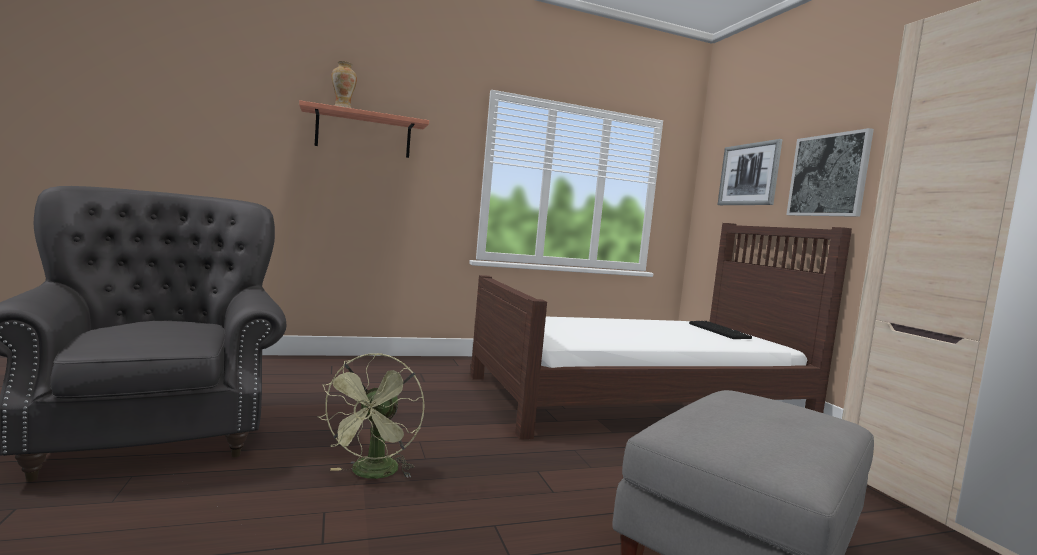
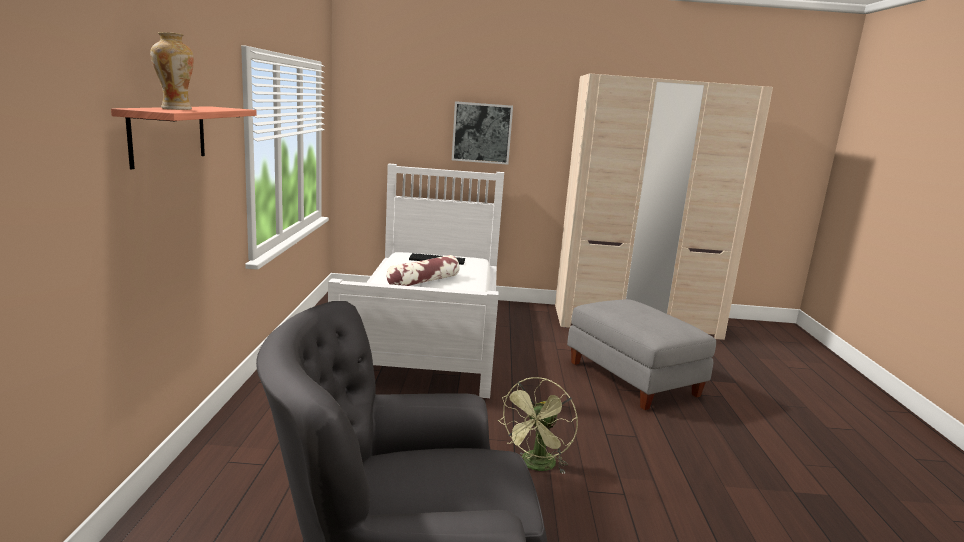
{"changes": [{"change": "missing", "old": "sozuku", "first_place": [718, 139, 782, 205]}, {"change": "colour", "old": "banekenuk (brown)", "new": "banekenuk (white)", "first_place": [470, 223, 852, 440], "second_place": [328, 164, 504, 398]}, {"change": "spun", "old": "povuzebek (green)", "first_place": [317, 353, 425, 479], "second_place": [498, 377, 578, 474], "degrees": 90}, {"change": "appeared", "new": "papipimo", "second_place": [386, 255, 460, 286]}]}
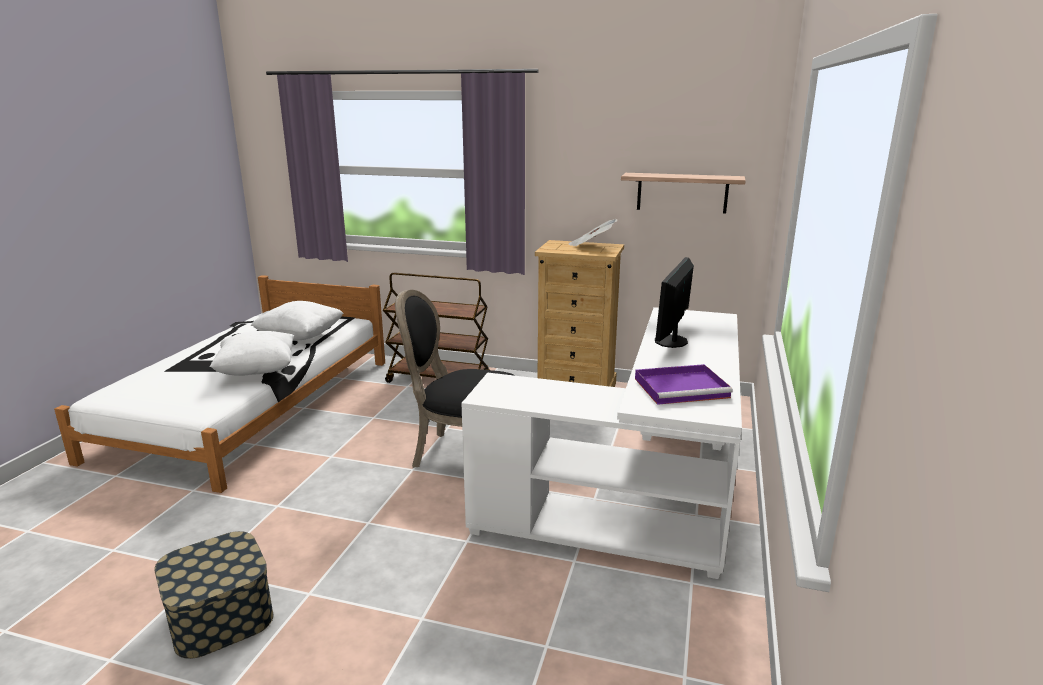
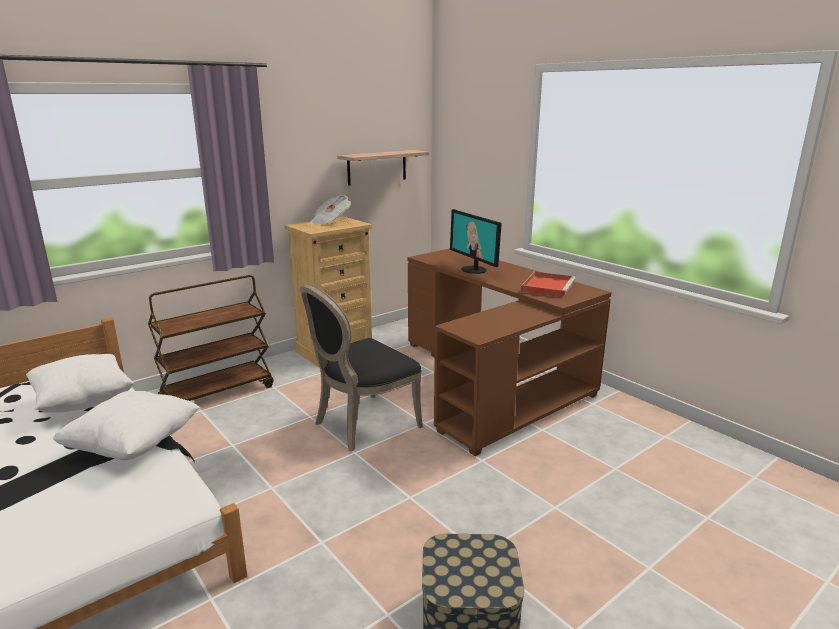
{"changes": [{"change": "colour", "old": "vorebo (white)", "new": "vorebo (brown)", "first_place": [461, 307, 742, 579], "second_place": [407, 249, 612, 456]}, {"change": "colour", "old": "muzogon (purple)", "new": "muzogon (red)", "first_place": [635, 364, 733, 405], "second_place": [520, 272, 575, 298]}]}
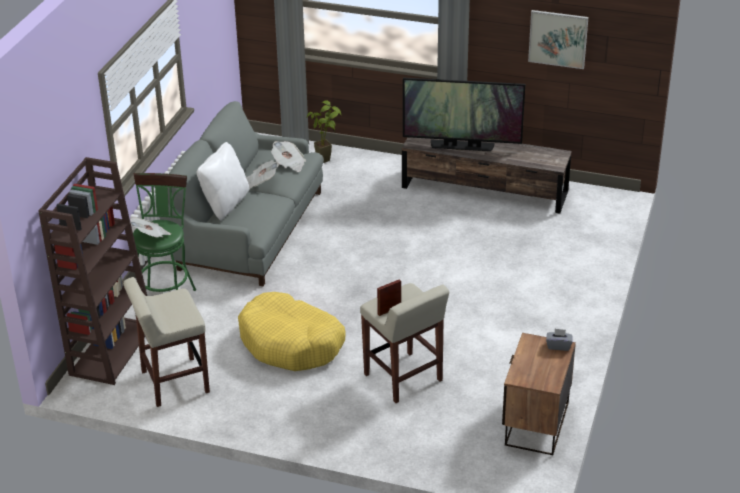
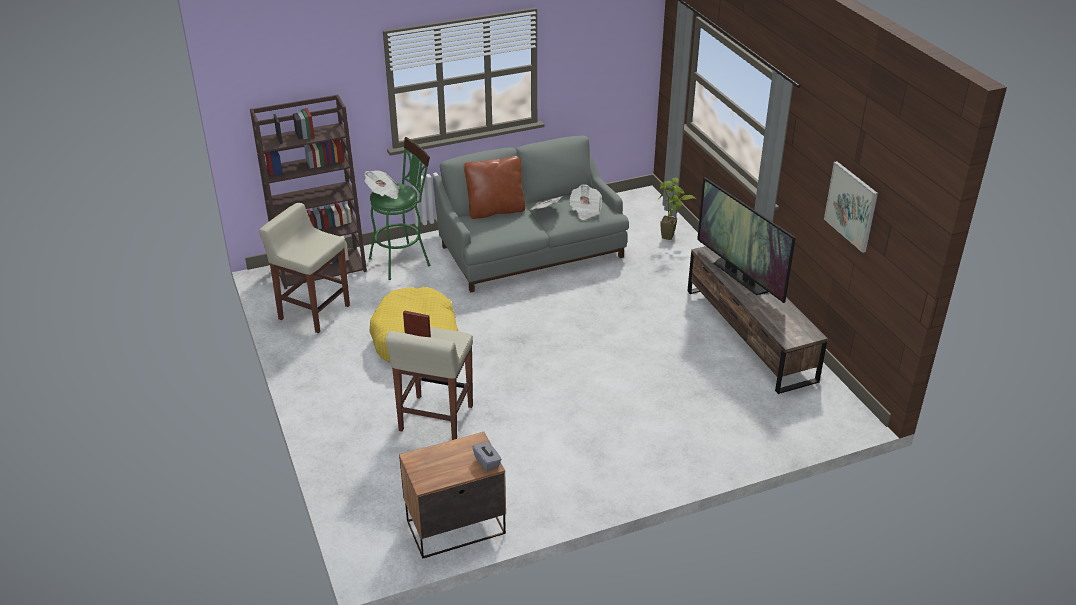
{"changes": [{"change": "colour", "old": "papipimo (white)", "new": "papipimo (brown)", "first_place": [197, 142, 249, 221], "second_place": [464, 156, 526, 219]}]}
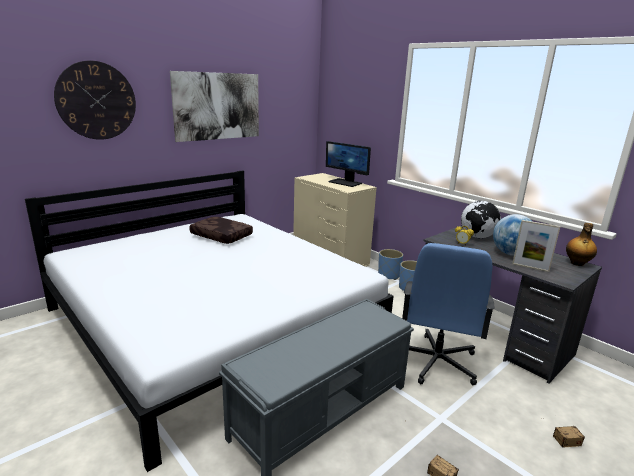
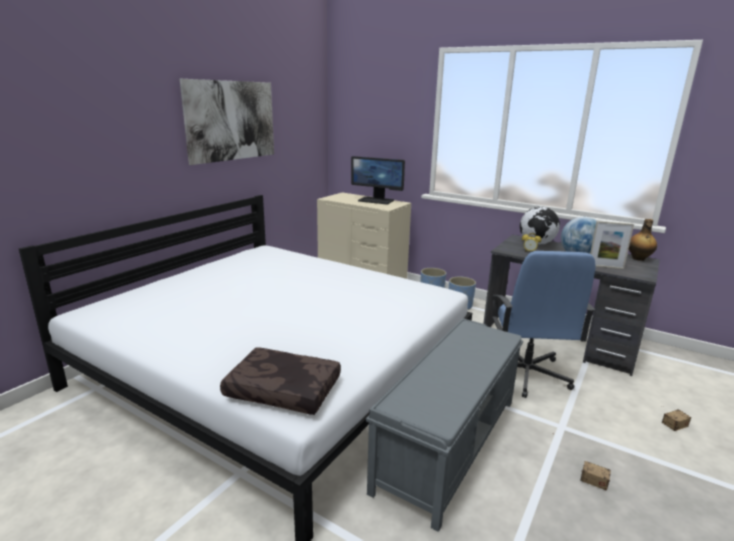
{"changes": [{"change": "missing", "old": "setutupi", "first_place": [54, 60, 136, 140]}, {"change": "relocated", "old": "papipimo (brown)", "first_place": [189, 217, 253, 244], "second_place": [220, 347, 341, 415]}]}
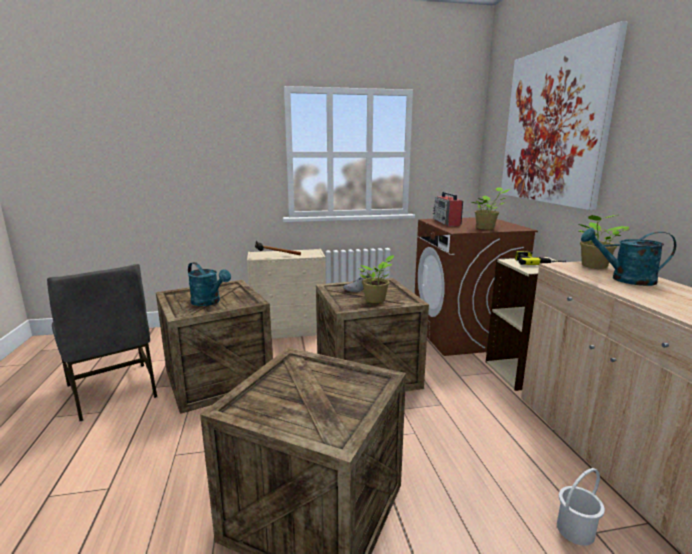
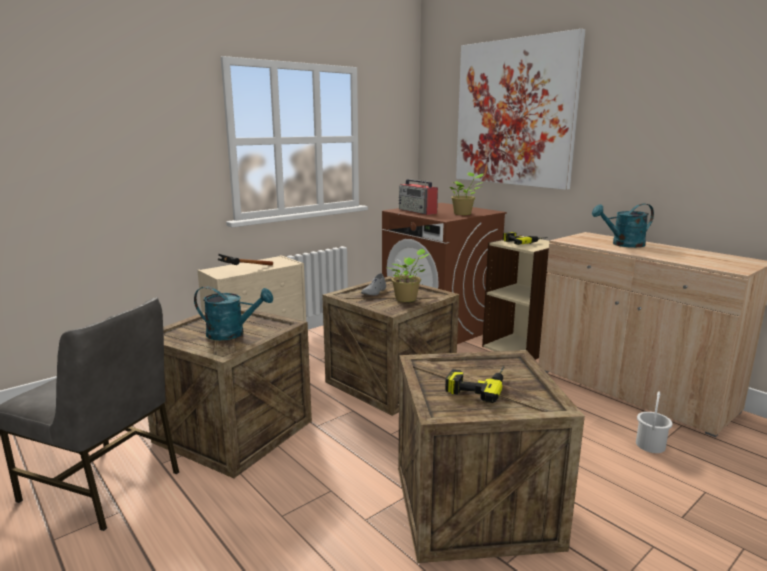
{"changes": [{"change": "missing", "old": "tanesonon", "first_place": [578, 215, 629, 269]}, {"change": "appeared", "new": "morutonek", "second_place": [445, 366, 504, 403]}]}
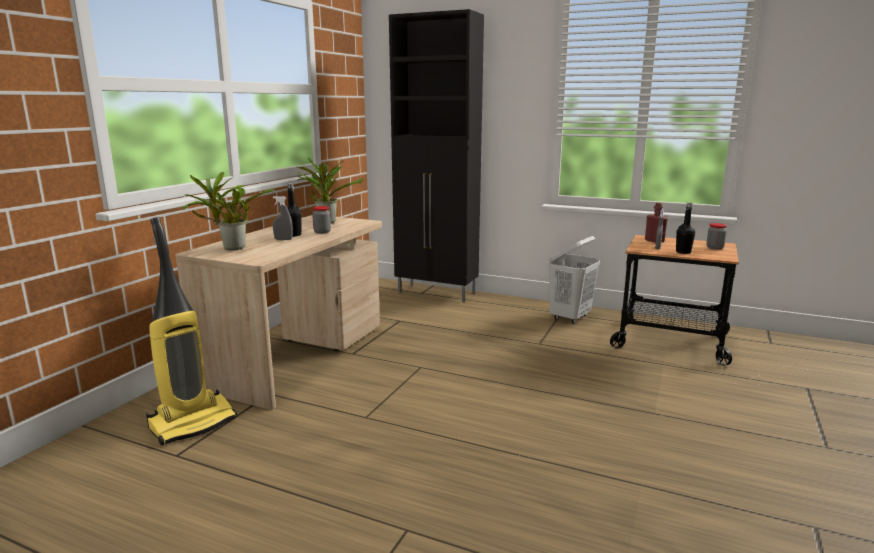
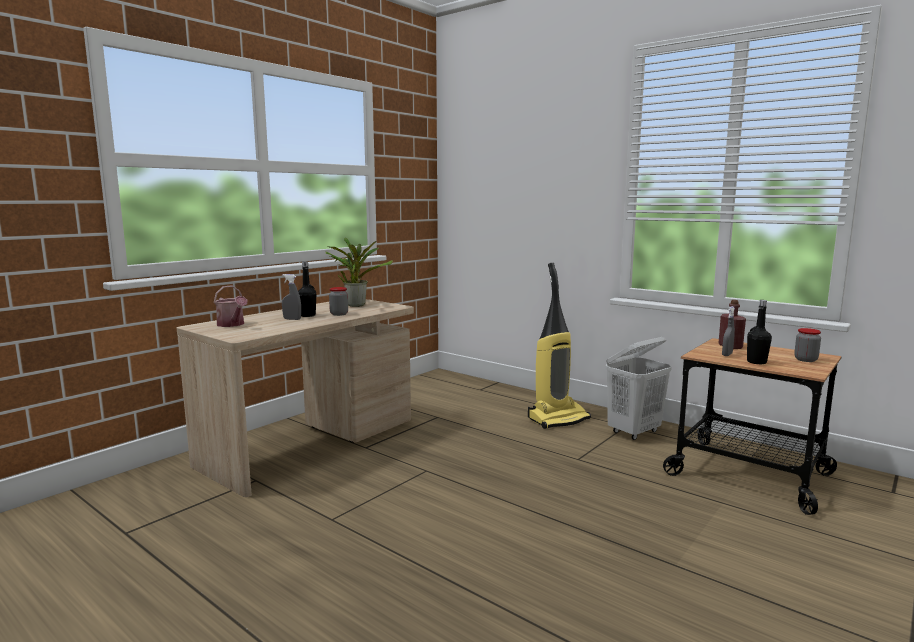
{"changes": [{"change": "missing", "old": "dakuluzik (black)", "first_place": [389, 9, 484, 302]}, {"change": "exchanged", "old": "tanesonon", "new": "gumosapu", "first_place": [182, 172, 274, 250], "second_place": [214, 285, 248, 327]}, {"change": "relocated", "old": "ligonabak", "first_place": [146, 217, 237, 446], "second_place": [528, 263, 591, 429]}]}
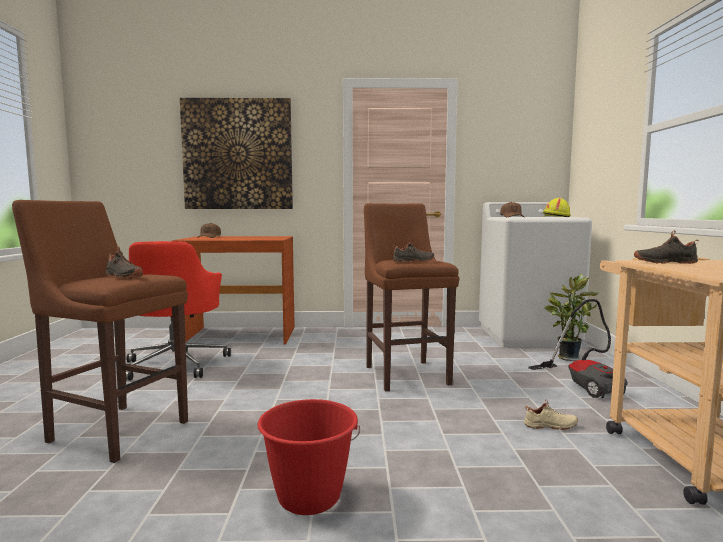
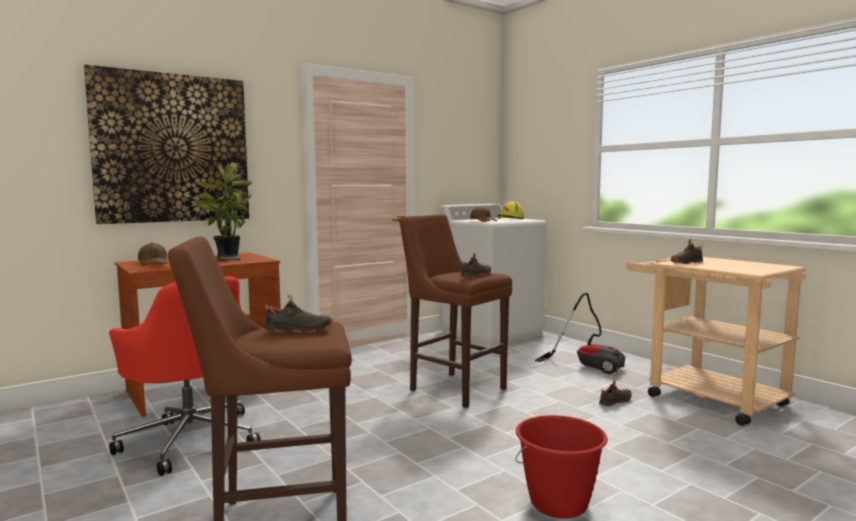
{"changes": [{"change": "relocated", "old": "tanesonon", "first_place": [544, 274, 598, 361], "second_place": [195, 162, 252, 260]}, {"change": "colour", "old": "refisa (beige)", "new": "refisa (black)", "first_place": [524, 399, 578, 430], "second_place": [599, 380, 632, 406]}]}
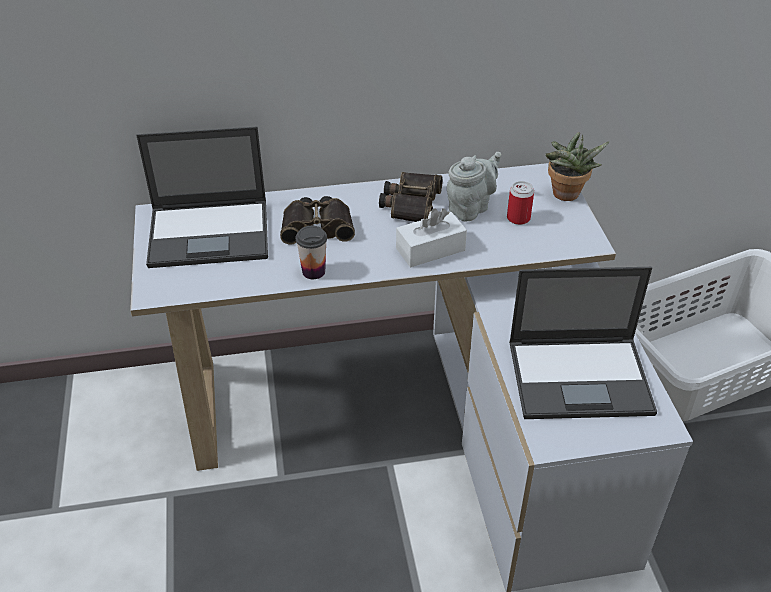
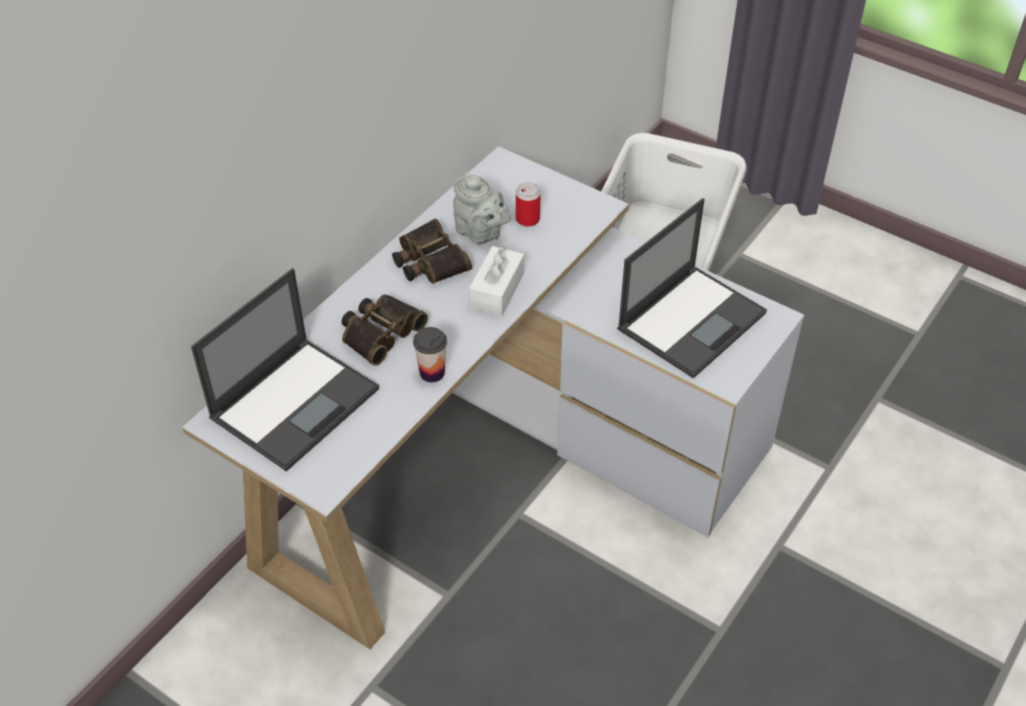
{"changes": [{"change": "missing", "old": "tanesonon", "first_place": [545, 132, 609, 201]}, {"change": "spun", "old": "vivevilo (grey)", "first_place": [447, 152, 501, 221], "second_place": [453, 172, 511, 245], "degrees": 135}]}
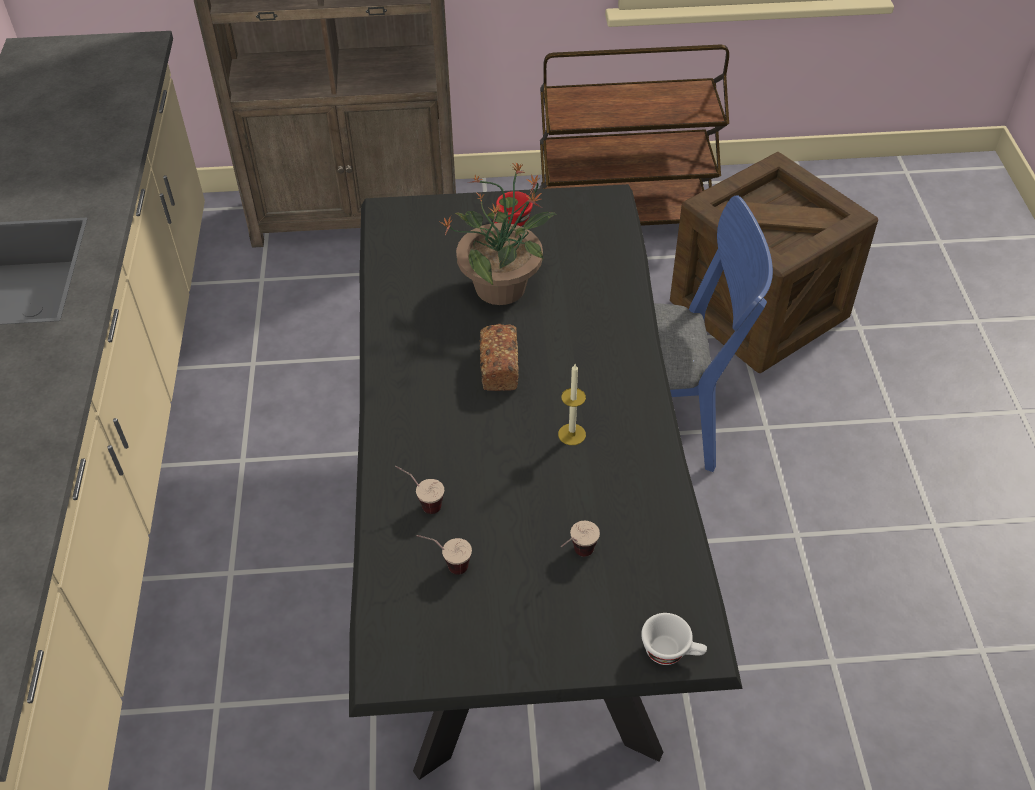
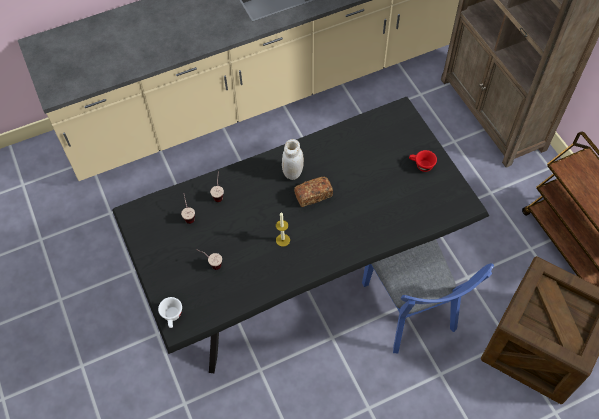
{"changes": [{"change": "missing", "old": "tanesonon", "first_place": [440, 162, 558, 305]}, {"change": "appeared", "new": "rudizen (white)", "second_place": [282, 139, 304, 180]}]}
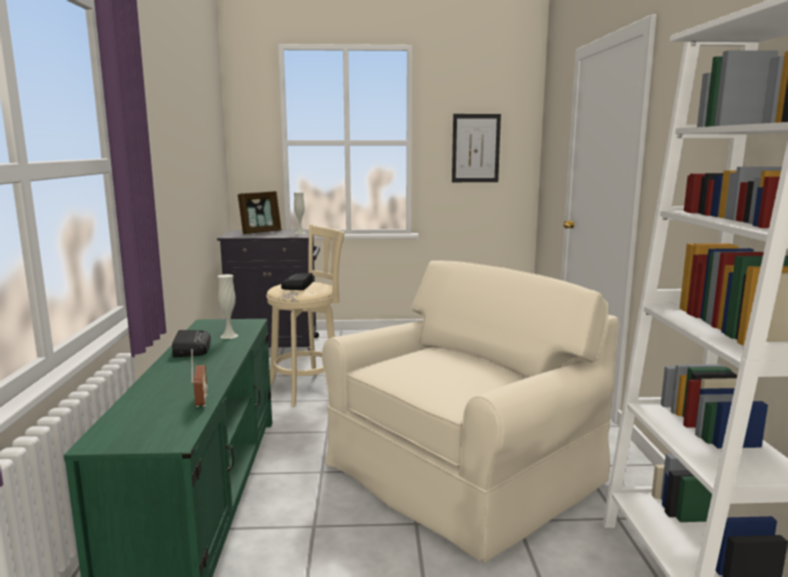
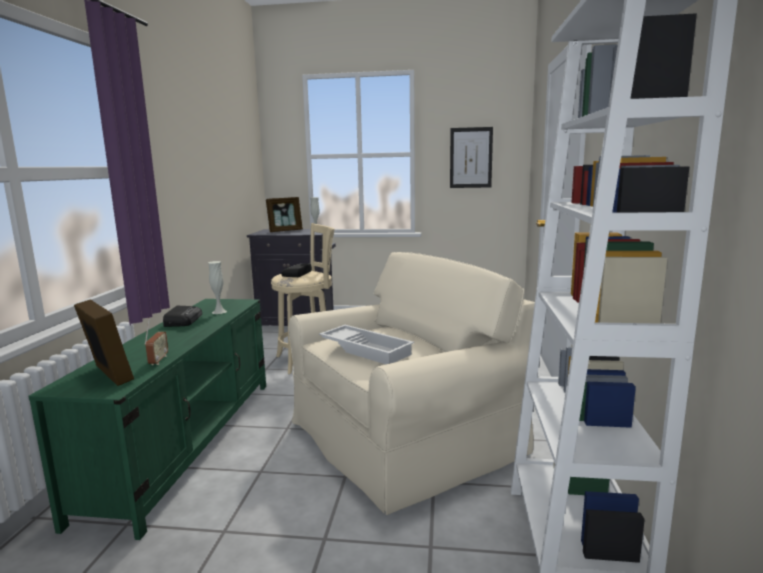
{"changes": [{"change": "appeared", "new": "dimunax", "second_place": [74, 299, 134, 386]}, {"change": "appeared", "new": "muzogon (white)", "second_place": [319, 325, 414, 364]}]}
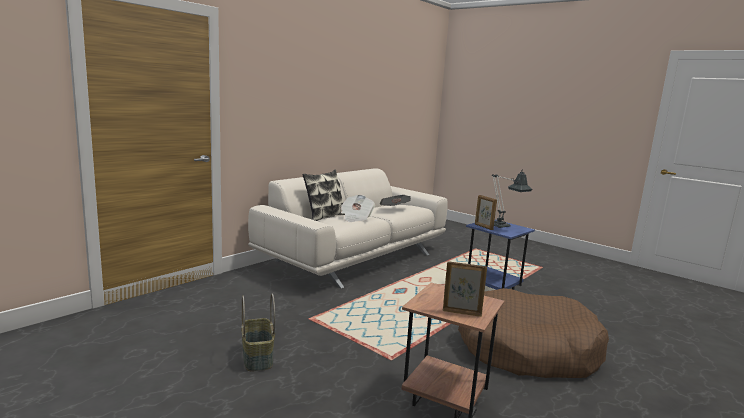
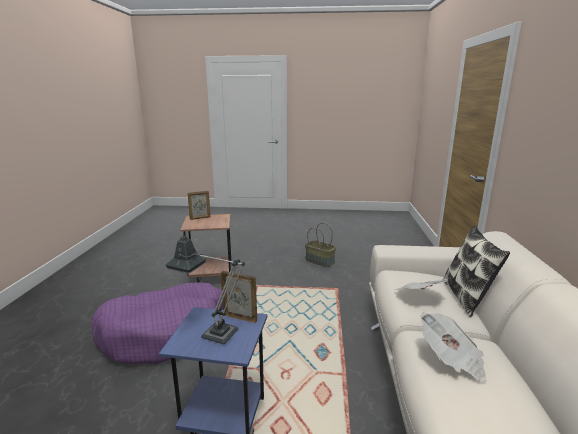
{"changes": [{"change": "colour", "old": "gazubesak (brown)", "new": "gazubesak (purple)", "first_place": [458, 288, 609, 378], "second_place": [92, 282, 223, 364]}]}
